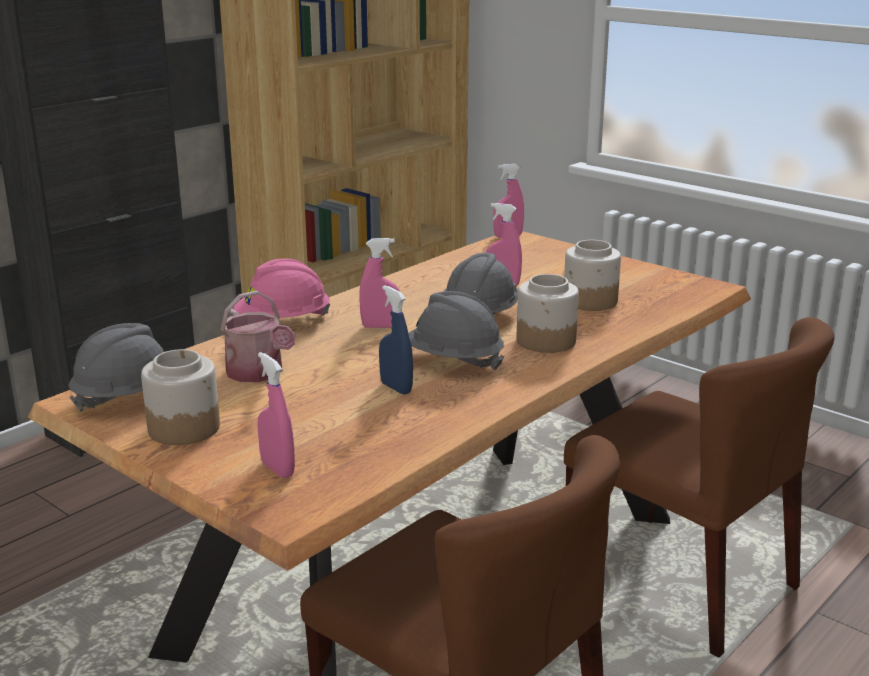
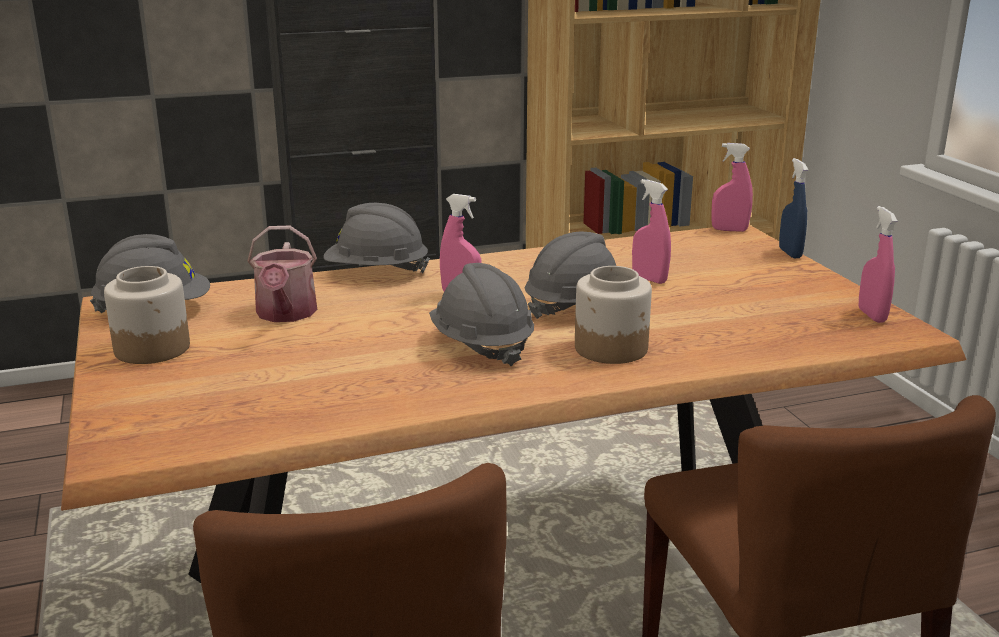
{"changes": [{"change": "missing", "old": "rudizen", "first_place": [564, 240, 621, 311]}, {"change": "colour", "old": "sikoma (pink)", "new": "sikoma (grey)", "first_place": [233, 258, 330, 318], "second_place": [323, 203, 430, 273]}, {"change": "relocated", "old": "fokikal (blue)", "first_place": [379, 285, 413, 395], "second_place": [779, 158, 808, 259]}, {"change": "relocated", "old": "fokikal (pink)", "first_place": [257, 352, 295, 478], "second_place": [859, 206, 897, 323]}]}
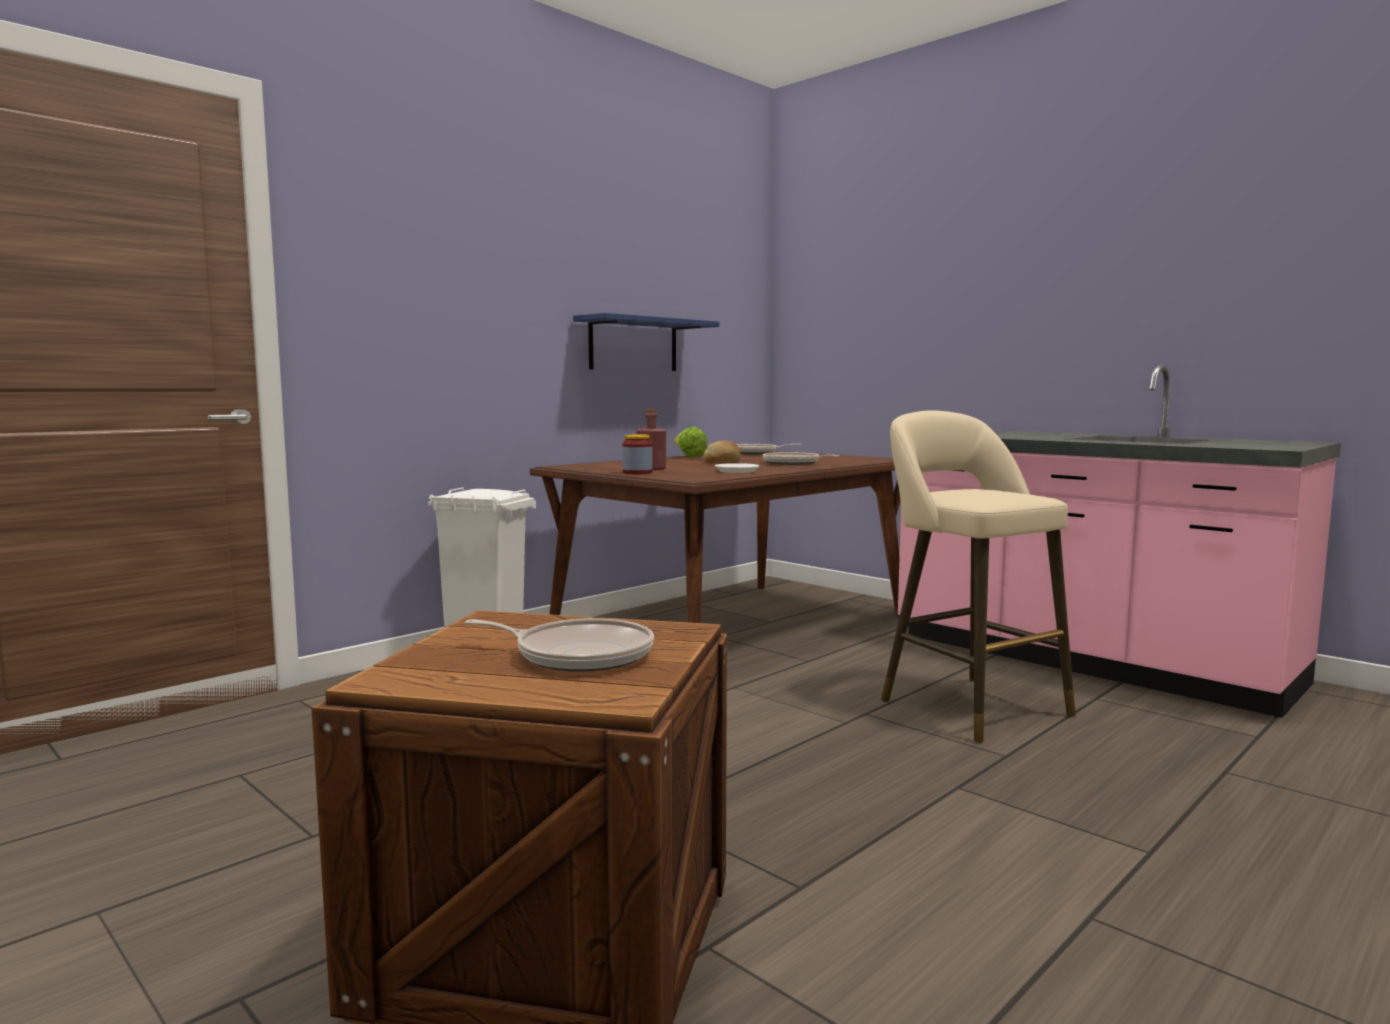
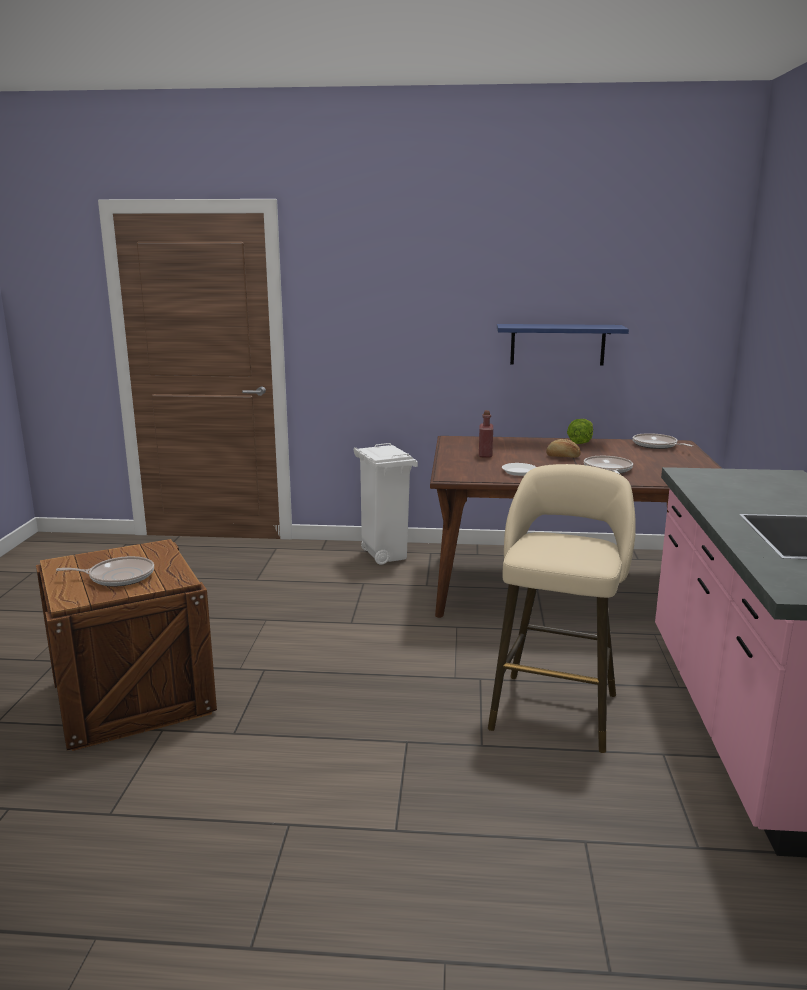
{"changes": [{"change": "missing", "old": "rudizen", "first_place": [622, 434, 653, 474]}, {"change": "spun", "old": "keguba", "first_place": [465, 618, 654, 672], "second_place": [56, 556, 154, 587], "degrees": -75}]}
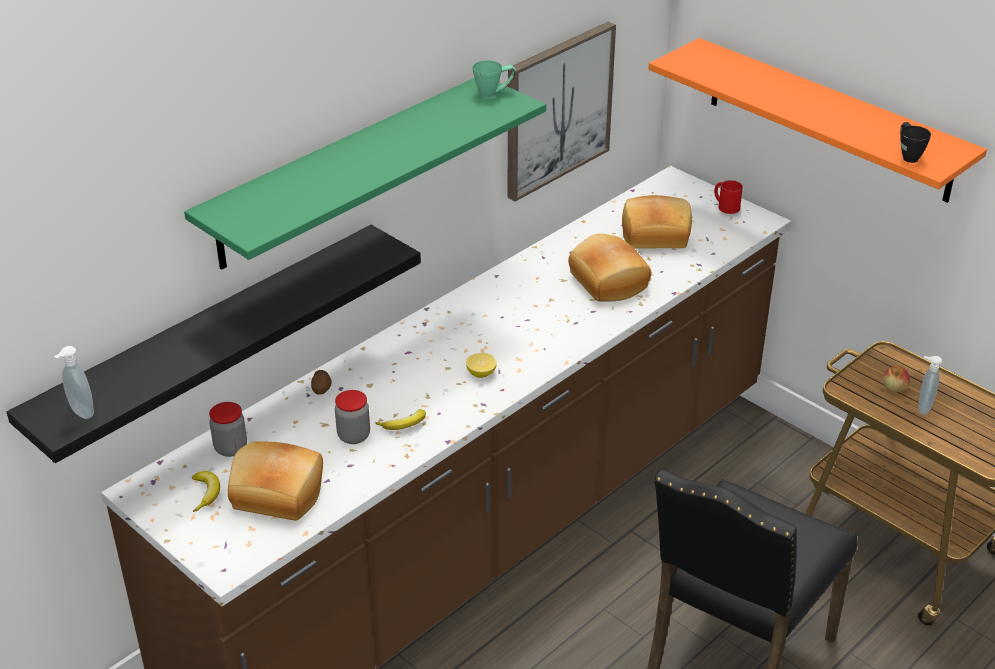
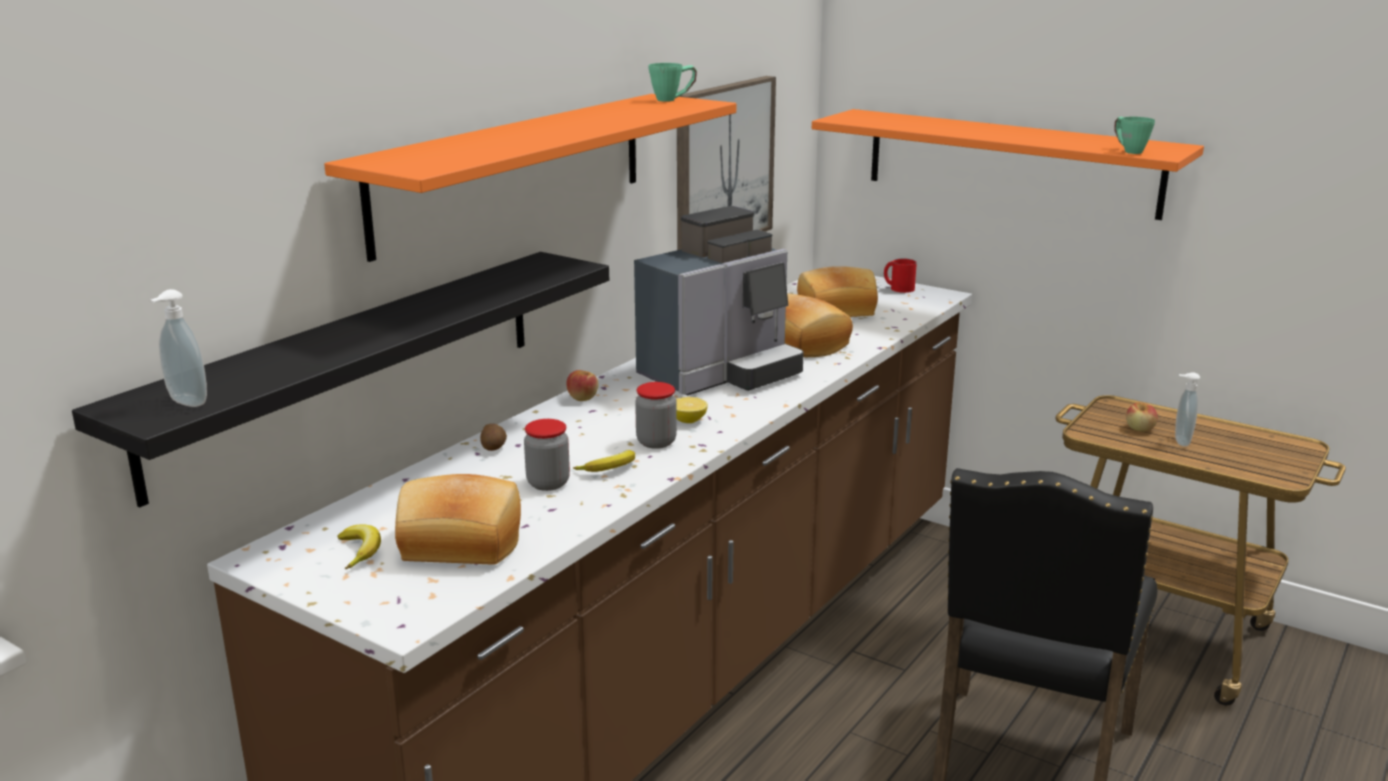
{"changes": [{"change": "colour", "old": "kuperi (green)", "new": "kuperi (orange)", "first_place": [184, 78, 546, 270], "second_place": [324, 94, 736, 262]}, {"change": "colour", "old": "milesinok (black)", "new": "milesinok (green)", "first_place": [900, 122, 931, 163], "second_place": [1114, 116, 1155, 154]}, {"change": "relocated", "old": "rudizen", "first_place": [209, 402, 247, 457], "second_place": [635, 382, 677, 449]}, {"change": "appeared", "new": "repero", "second_place": [634, 206, 804, 396]}, {"change": "appeared", "new": "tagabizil", "second_place": [566, 370, 599, 401]}]}
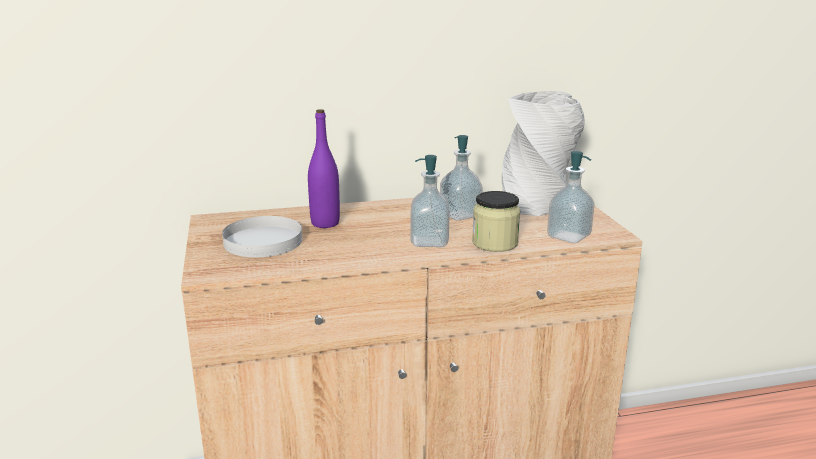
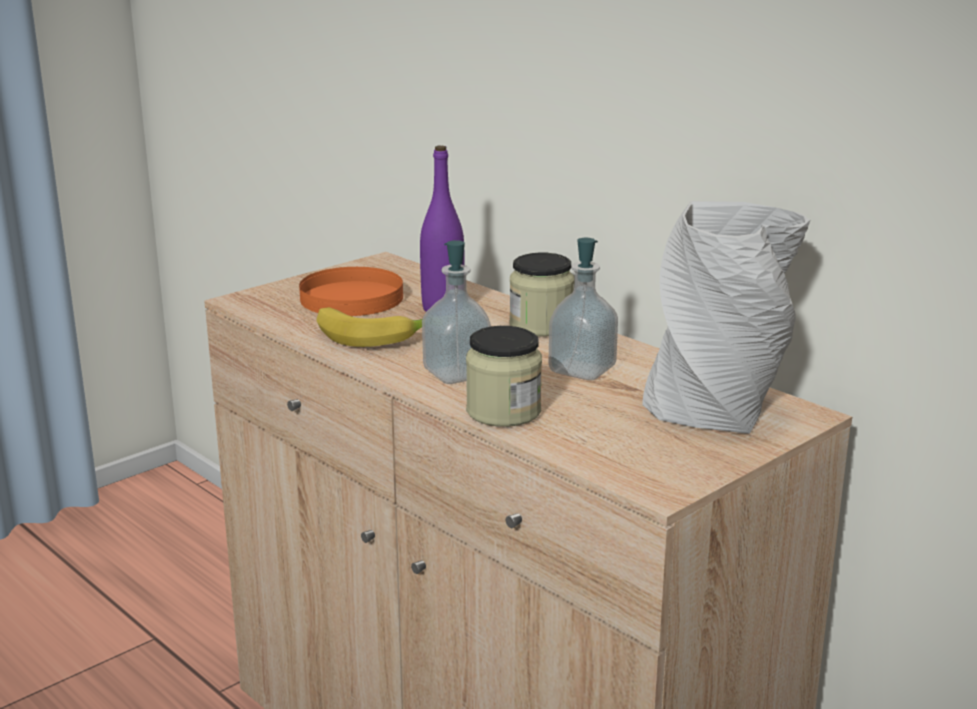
{"changes": [{"change": "missing", "old": "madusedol", "first_place": [547, 151, 595, 243]}, {"change": "colour", "old": "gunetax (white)", "new": "gunetax (orange)", "first_place": [222, 216, 302, 257], "second_place": [299, 267, 403, 316]}, {"change": "appeared", "new": "rudizen", "second_place": [509, 253, 574, 337]}, {"change": "appeared", "new": "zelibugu", "second_place": [316, 307, 422, 347]}]}
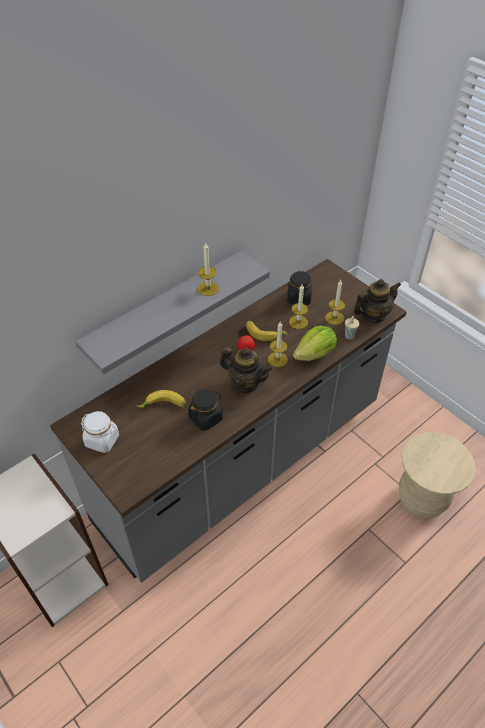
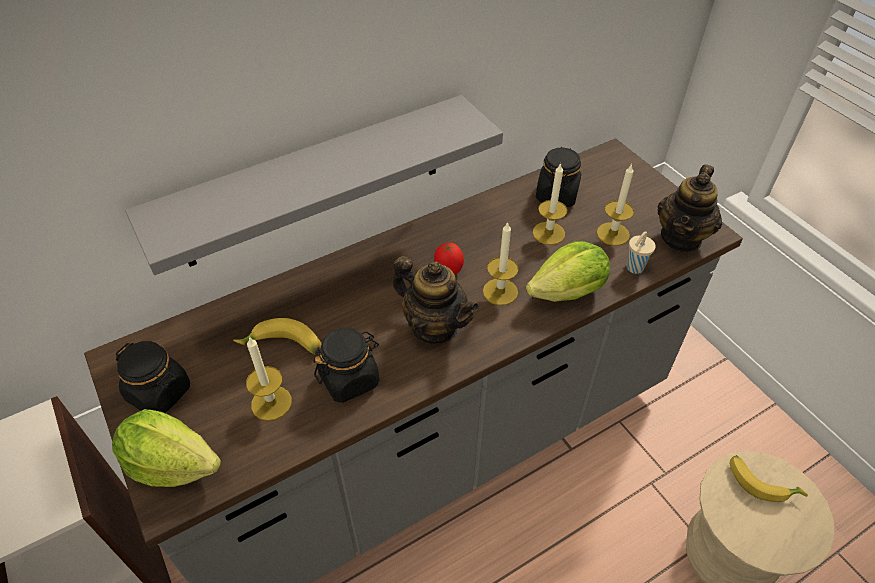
{"changes": [{"change": "relocated", "old": "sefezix", "first_place": [198, 243, 219, 296], "second_place": [246, 336, 292, 421]}, {"change": "spun", "old": "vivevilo", "first_place": [353, 279, 401, 323], "second_place": [658, 164, 722, 253], "degrees": 135}, {"change": "relocated", "old": "zelibugu", "first_place": [246, 321, 287, 341], "second_place": [730, 455, 808, 502]}, {"change": "colour", "old": "rudizen (white)", "new": "rudizen (black)", "first_place": [81, 411, 119, 453], "second_place": [116, 341, 190, 413]}, {"change": "appeared", "new": "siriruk", "second_place": [112, 409, 221, 487]}]}
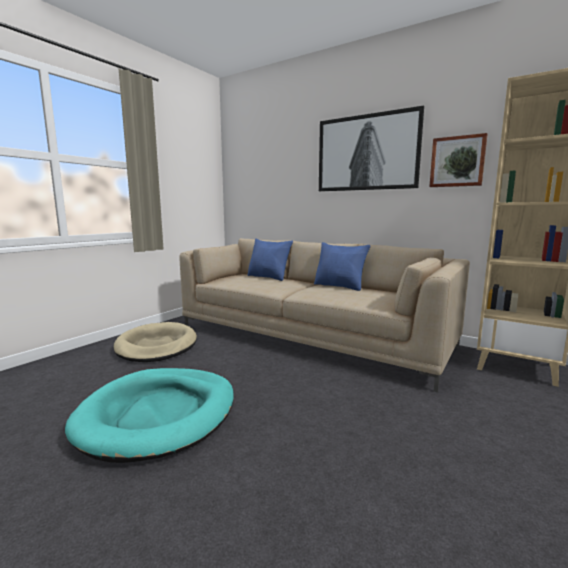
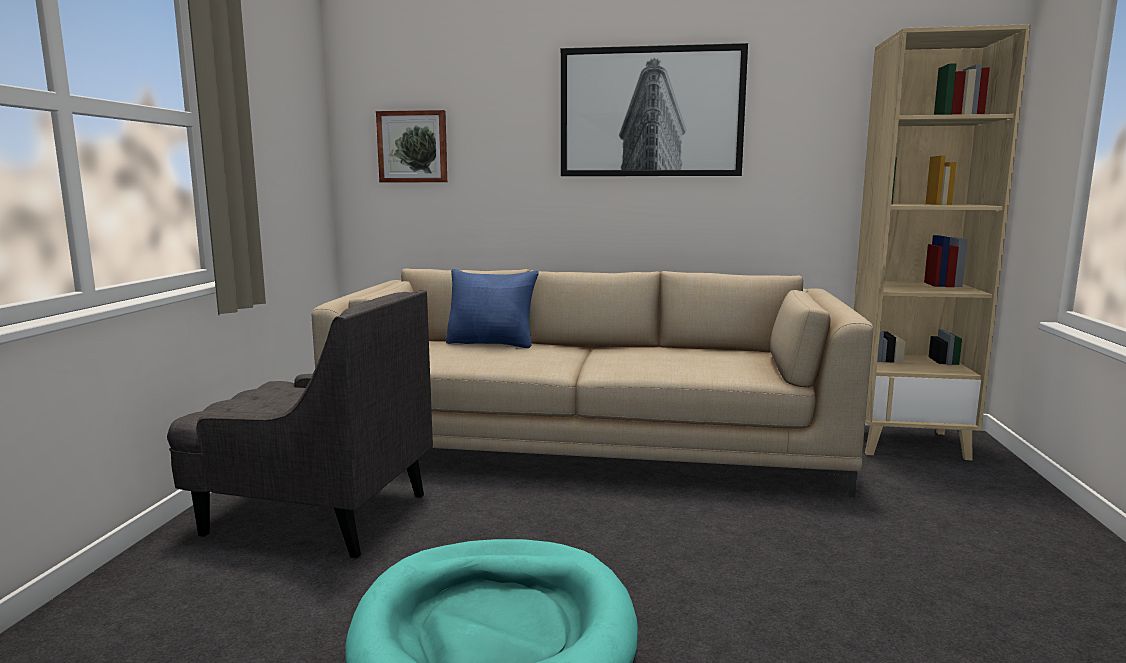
{"changes": [{"change": "relocated", "old": "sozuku", "first_place": [429, 133, 488, 187], "second_place": [376, 110, 447, 182]}, {"change": "missing", "old": "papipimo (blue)", "first_place": [314, 242, 370, 291]}, {"change": "exchanged", "old": "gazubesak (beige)", "new": "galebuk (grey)", "first_place": [114, 322, 197, 362], "second_place": [167, 290, 433, 558]}]}
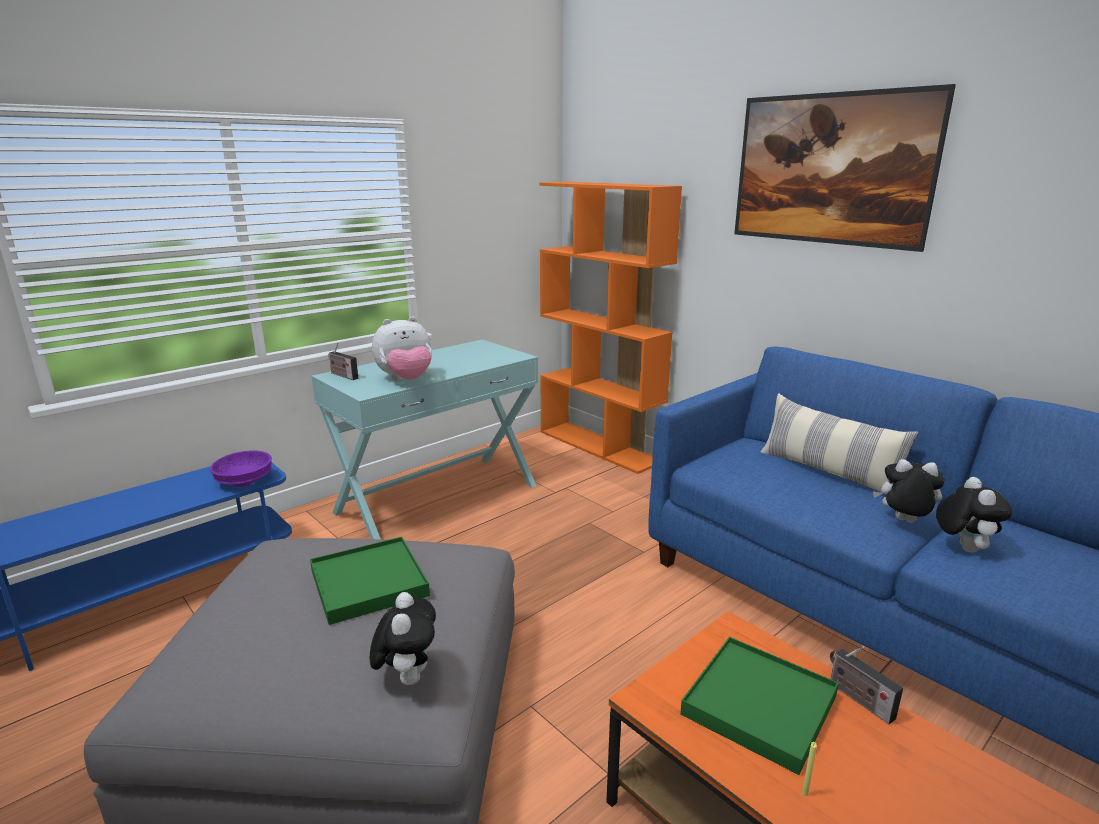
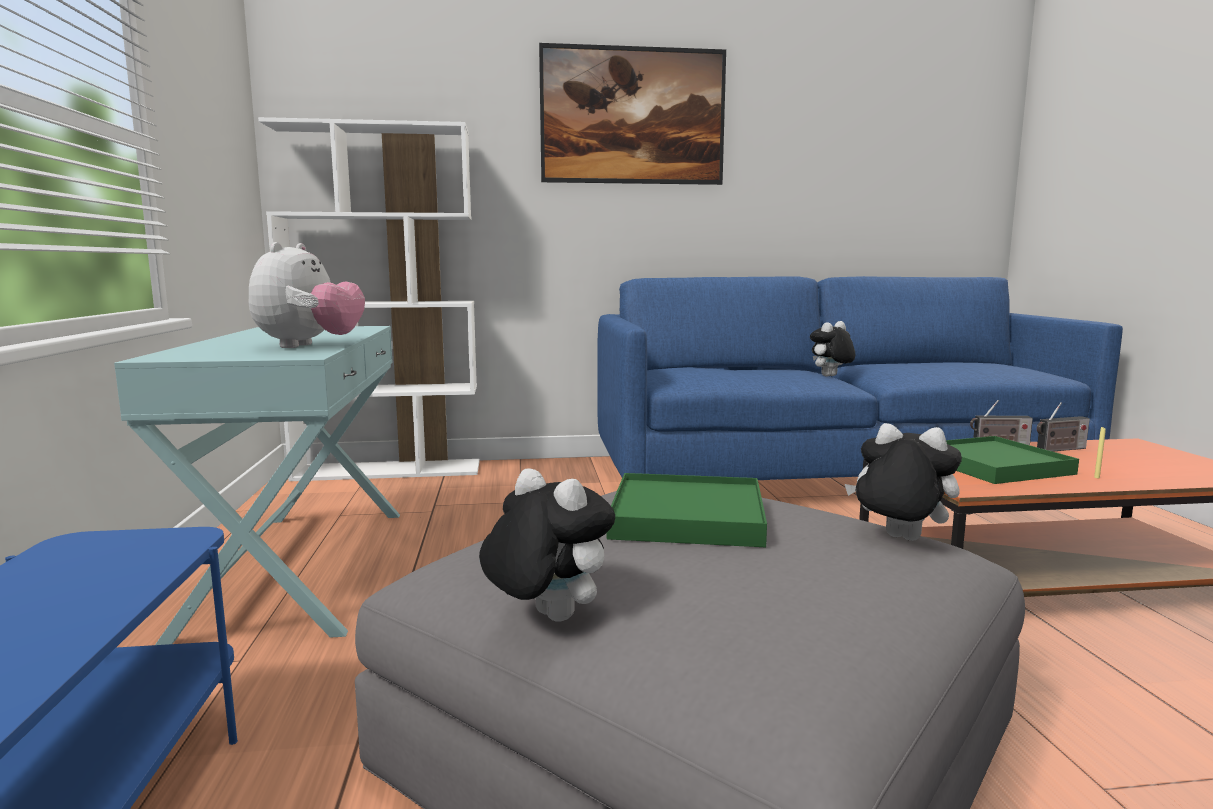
{"changes": [{"change": "colour", "old": "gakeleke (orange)", "new": "gakeleke (white)", "first_place": [539, 182, 682, 474], "second_place": [258, 117, 479, 481]}, {"change": "relocated", "old": "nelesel", "first_place": [329, 343, 358, 380], "second_place": [1037, 402, 1090, 452]}, {"change": "missing", "old": "papipimo", "first_place": [761, 393, 918, 495]}, {"change": "missing", "old": "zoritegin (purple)", "first_place": [210, 451, 272, 487]}, {"change": "relocated", "old": "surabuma", "first_place": [936, 477, 1012, 553], "second_place": [479, 468, 615, 622]}]}
